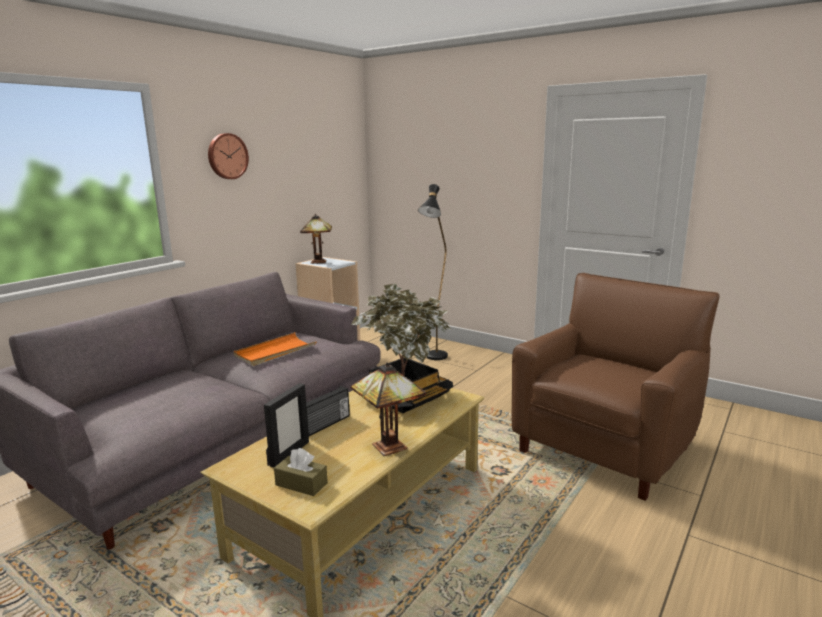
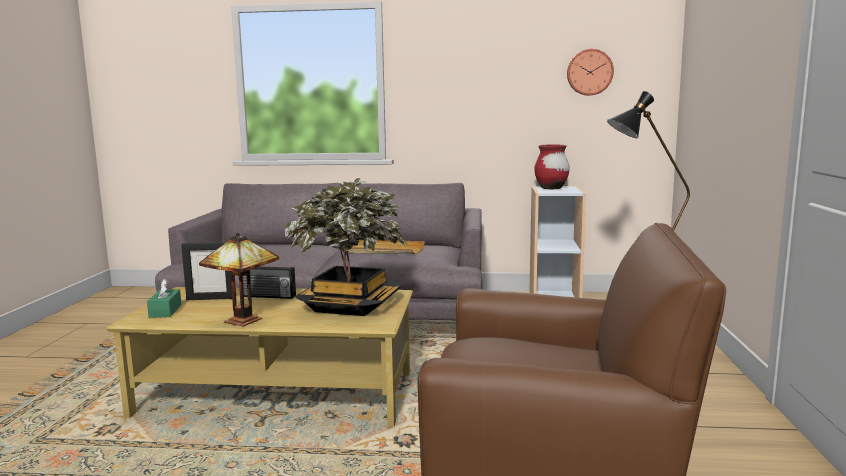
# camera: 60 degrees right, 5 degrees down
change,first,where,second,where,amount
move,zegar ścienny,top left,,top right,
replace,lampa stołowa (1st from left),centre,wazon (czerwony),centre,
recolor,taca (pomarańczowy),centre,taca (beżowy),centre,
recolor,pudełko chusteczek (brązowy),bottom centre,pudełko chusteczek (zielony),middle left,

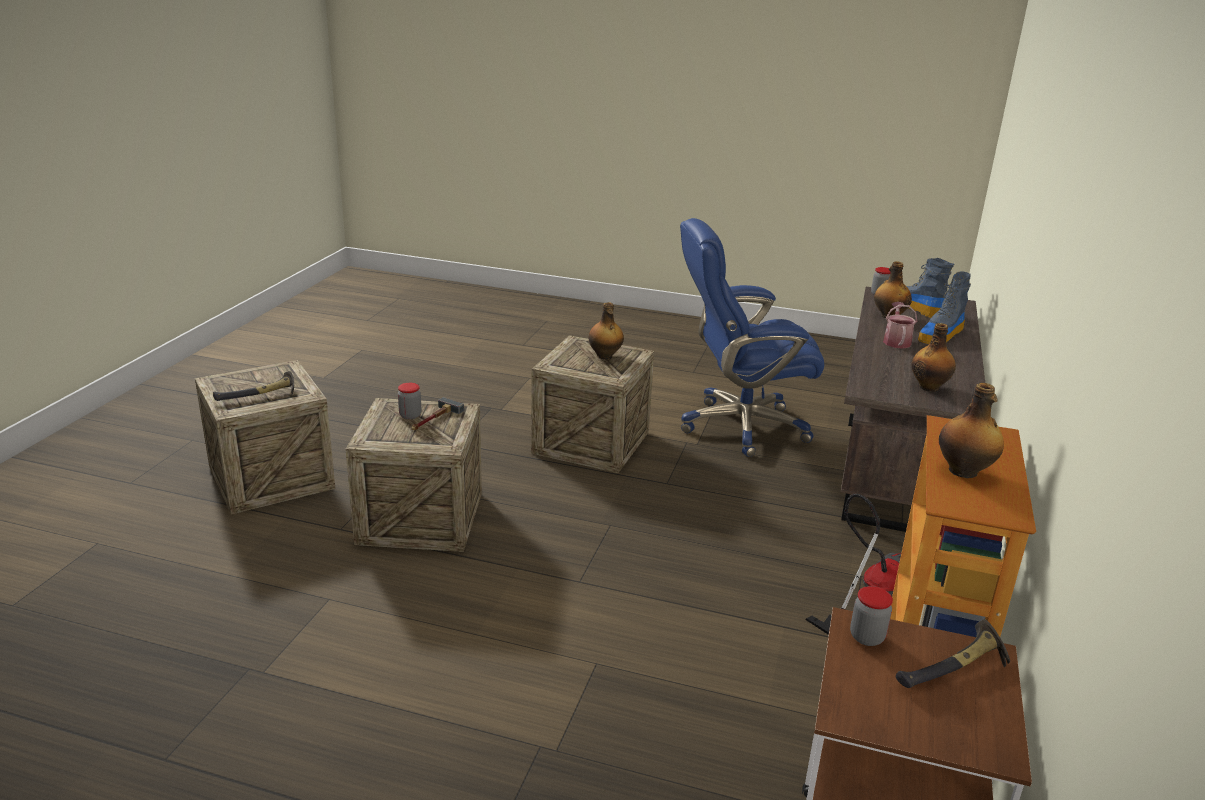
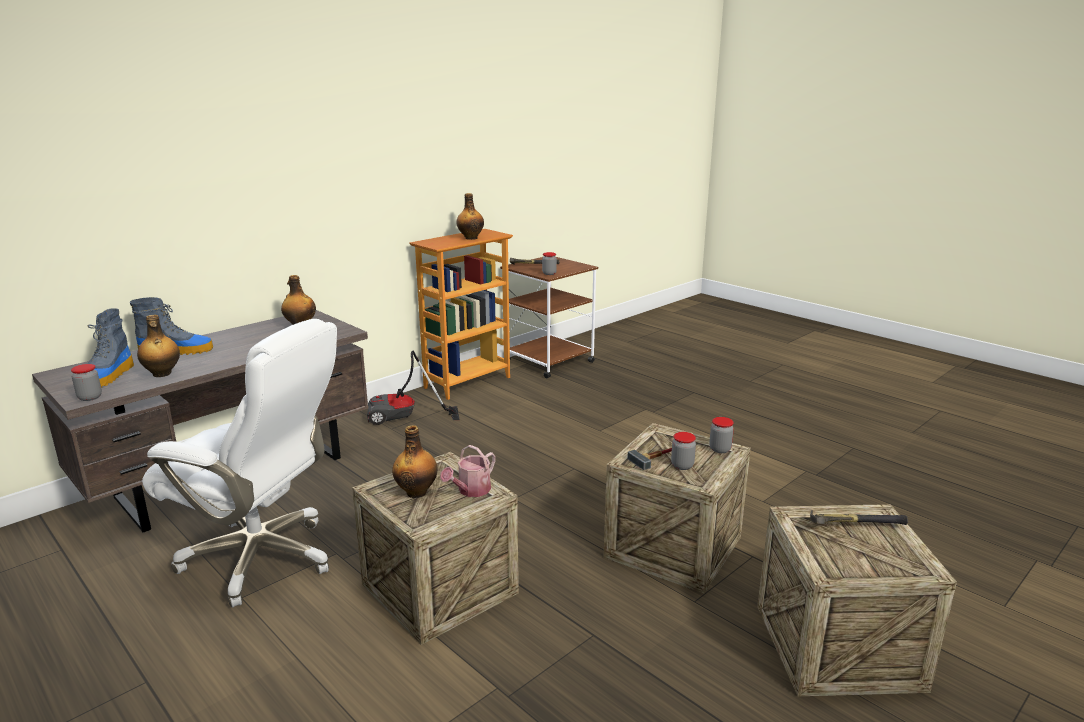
# camera: 150 degrees left, 5 degrees down
change,first,where,second,where,amount
insert,,,słoik (4th from left),centre,
move,konewka,middle right,,centre,
recolor,krzesło biurowe (niebieski),centre,krzesło biurowe (biały),middle left,

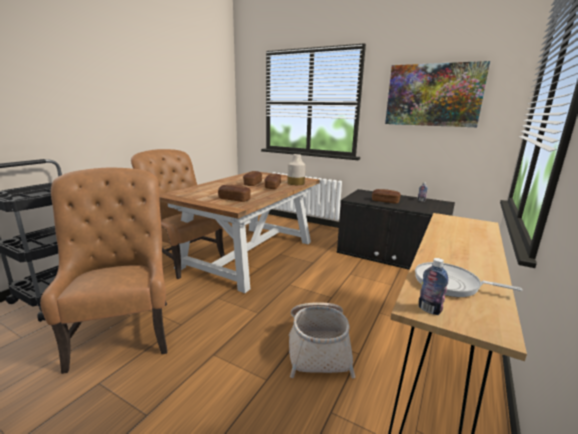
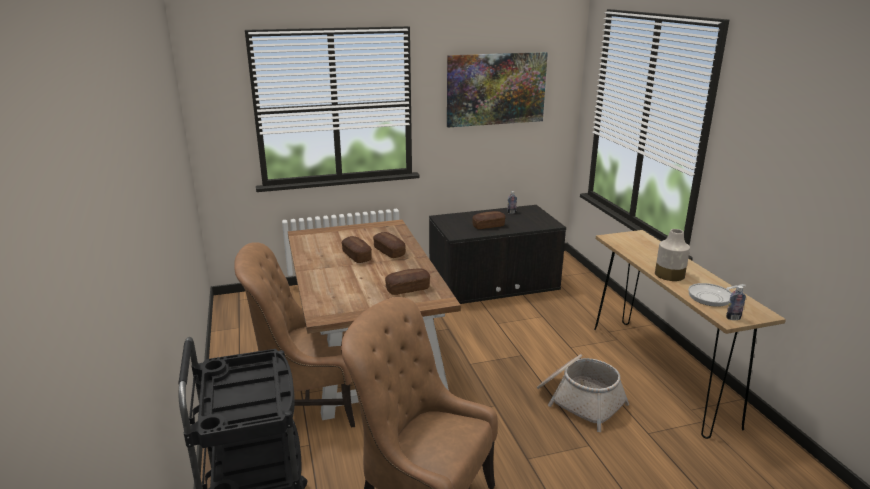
# camera: 45 degrees left, 5 degrees up
change,first,where,second,where,amount
move,wazon (beżowy),centre,,middle right,

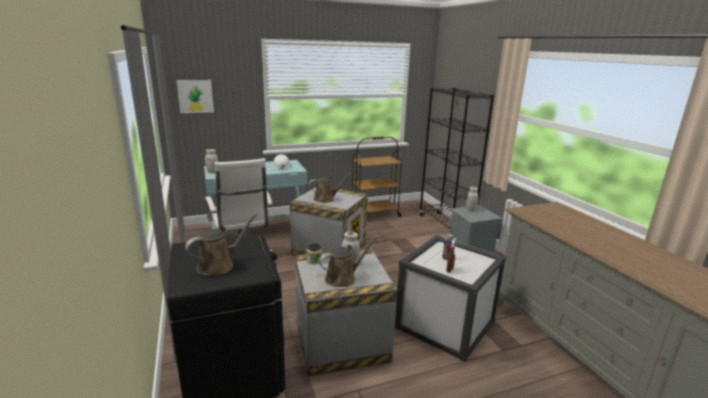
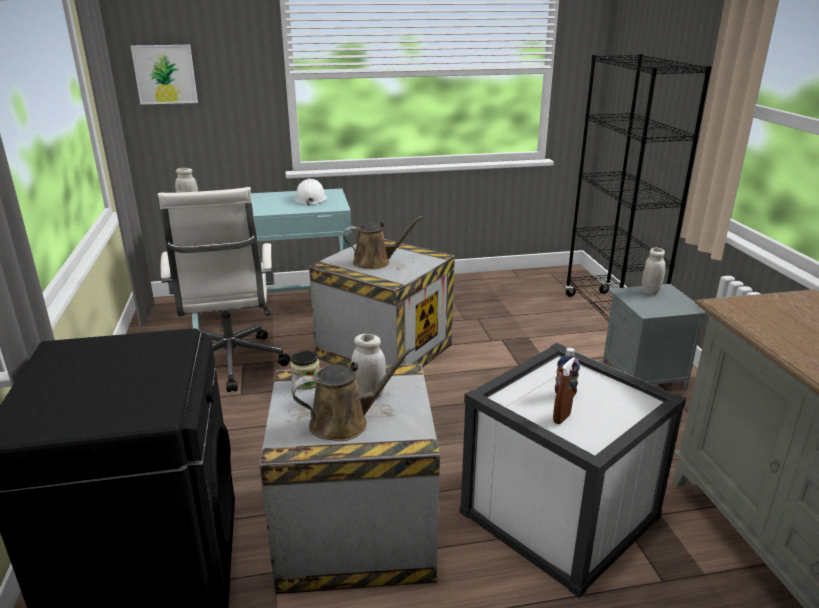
# camera: 10 degrees right, 5 degrees up
change,first,where,second,where,amount
delete,konewka (brązowy) (1st from left),middle left,,,
delete,wózek (brązowy),centre,,,

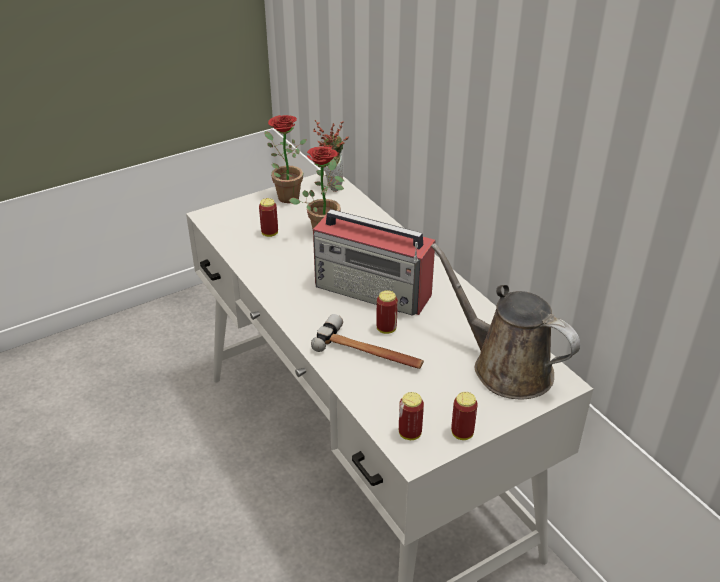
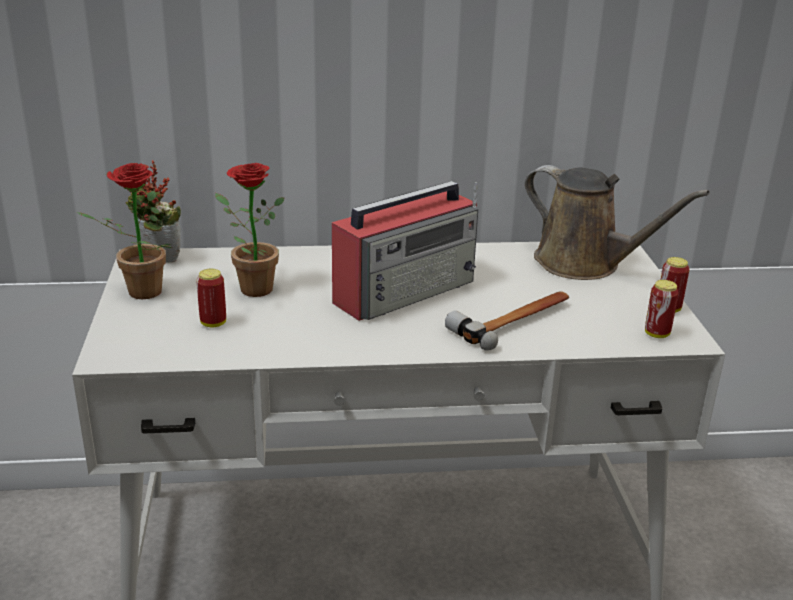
# camera: 65 degrees left, 10 degrees down
change,first,where,second,where,amount
delete,puszka (2nd from left),centre,,,
rotate,konewka (brązowy),middle right,,middle right,120 degrees counterclockwise

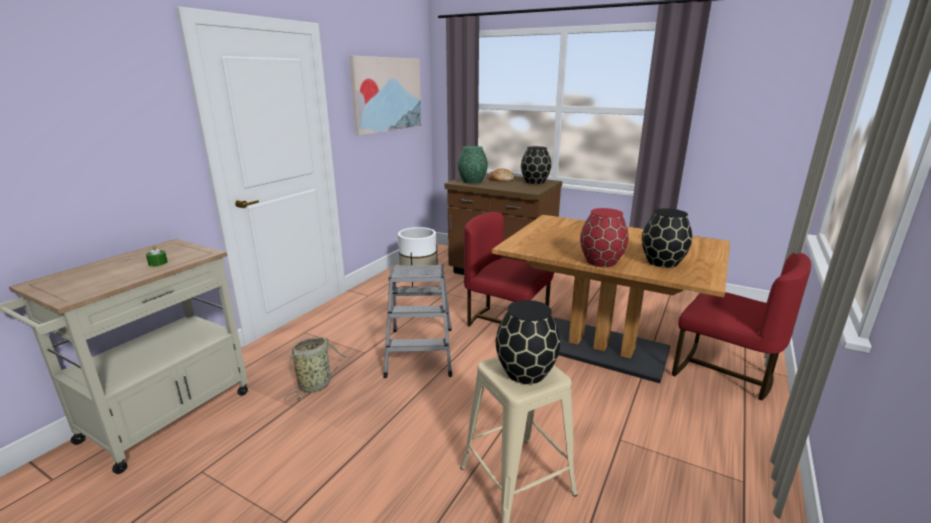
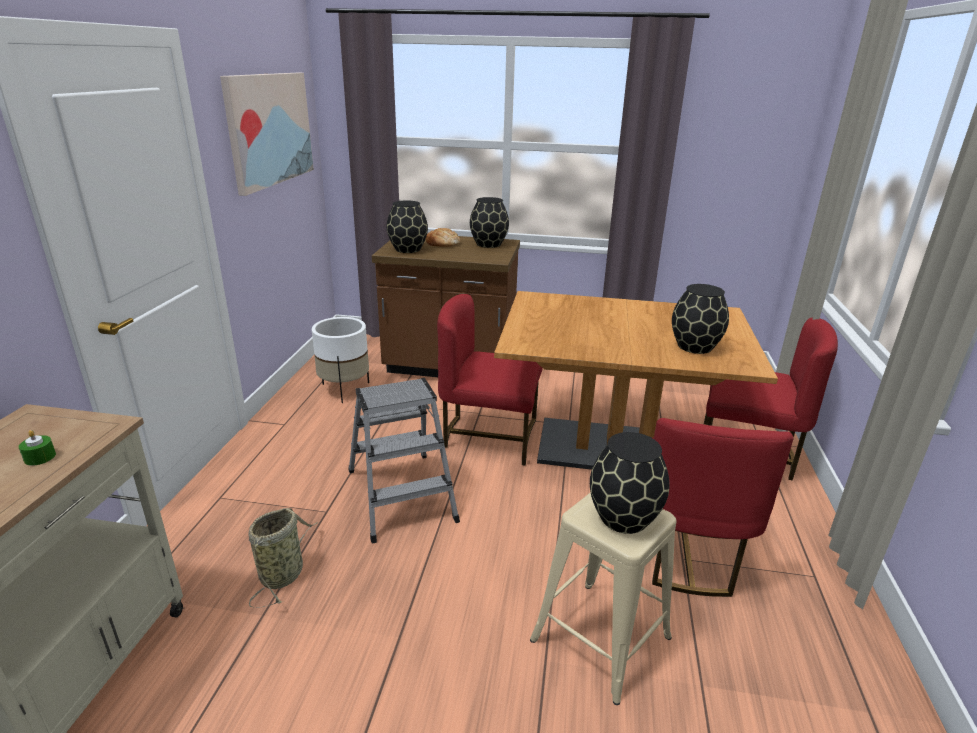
# camera: 20 degrees left, 5 degrees up
change,first,where,second,where,amount
delete,wazon (czerwony),centre,,,
insert,,,krzesło (czerwony) (2nd from left),bottom right,
recolor,wazon (zielony),top centre,wazon (czarny) (1st from left),top centre,

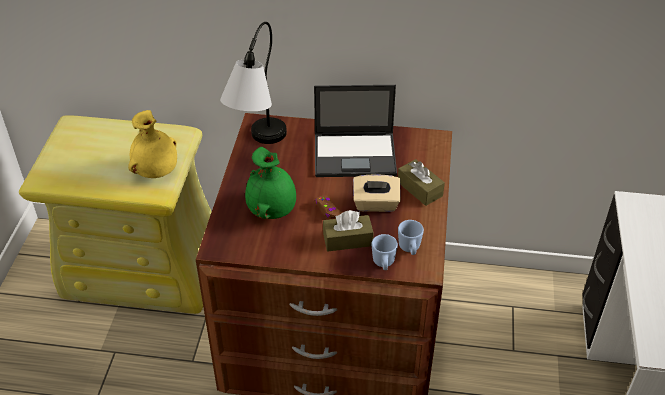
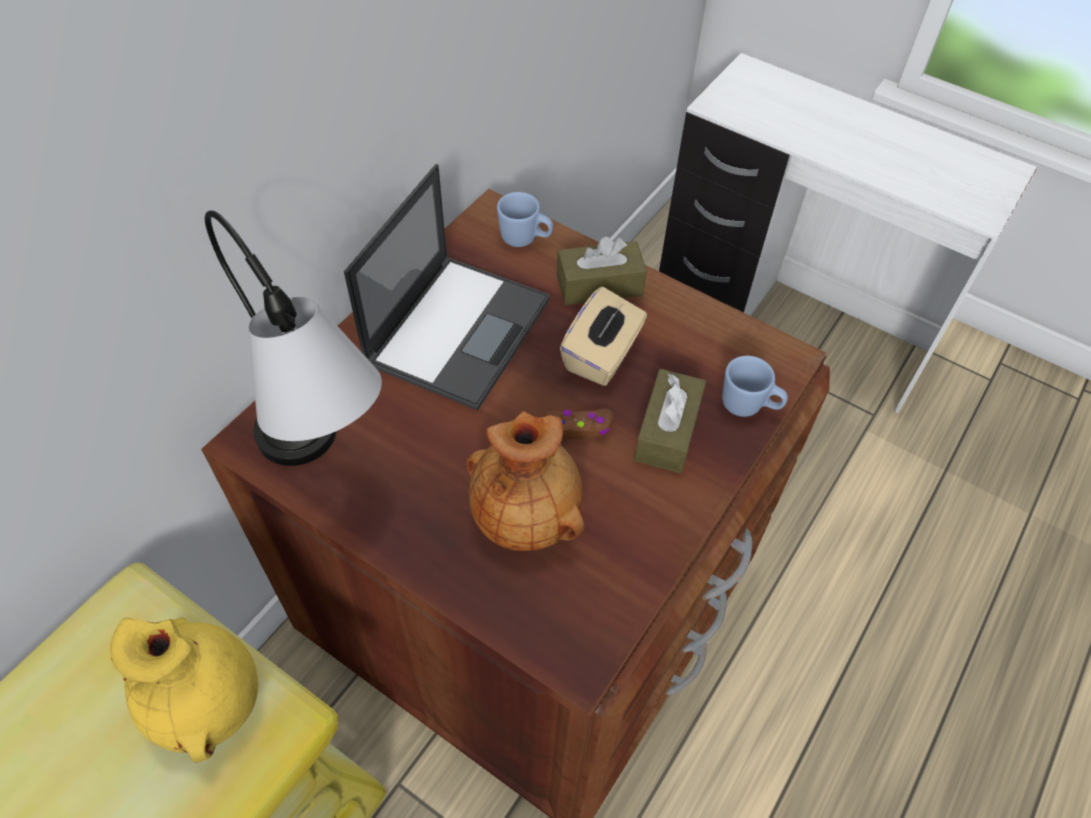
# camera: 65 degrees left, 10 degrees up
change,first,where,second,where,amount
move,kubek (niebieski) (2nd from left in the first image),centre,kubek (niebieski) (1st from left),top centre,
recolor,wazon (zielony),centre,wazon (brązowy),centre,

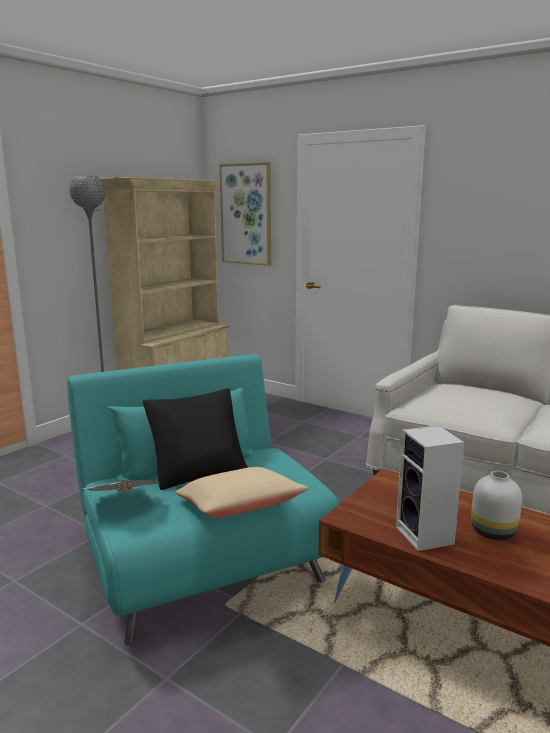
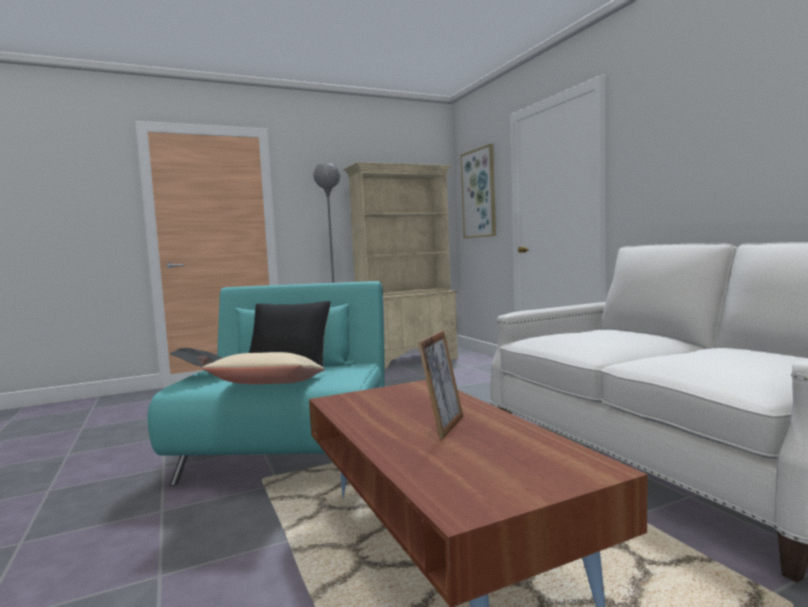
# camera: 30 degrees right, 10 degrees down
change,first,where,second,where,amount
delete,głośnik,middle right,,,
replace,wazon (biały),bottom right,ramka na zdjęcie,centre,

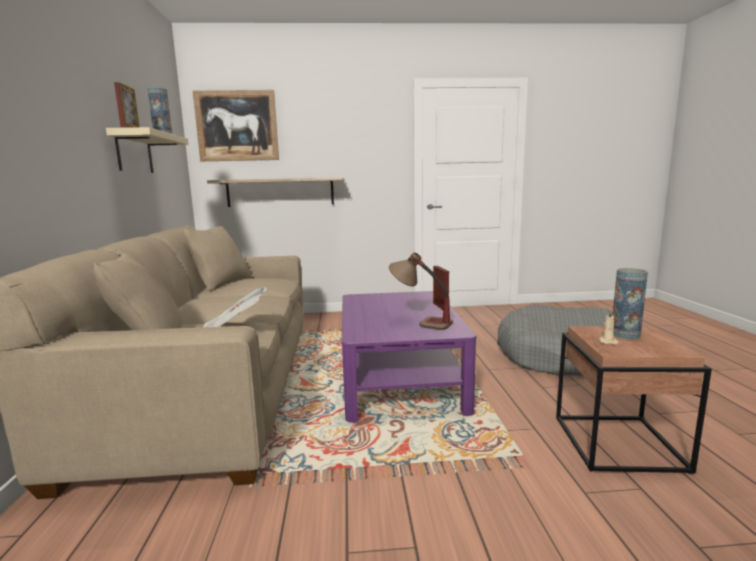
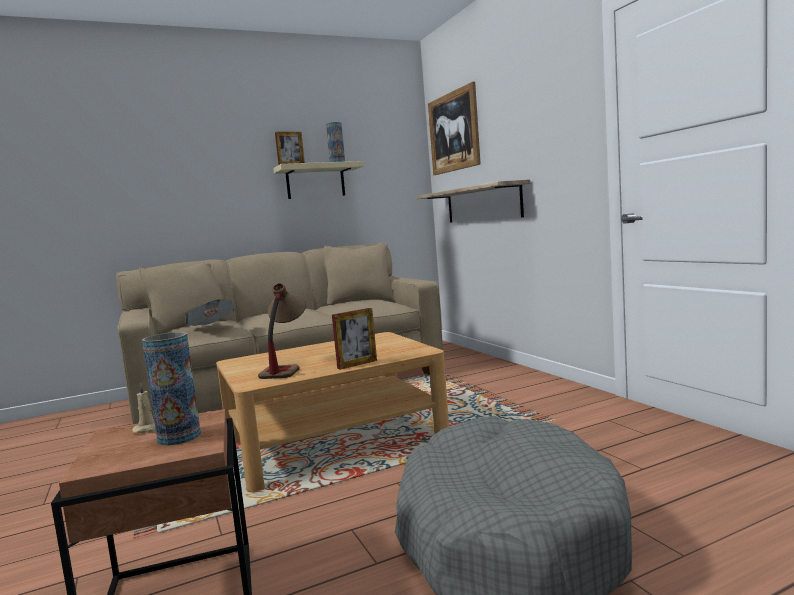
# camera: 70 degrees right, 5 degrees down
change,first,where,second,where,amount
recolor,ława (fioletowy),centre,ława (beżowy),bottom centre,

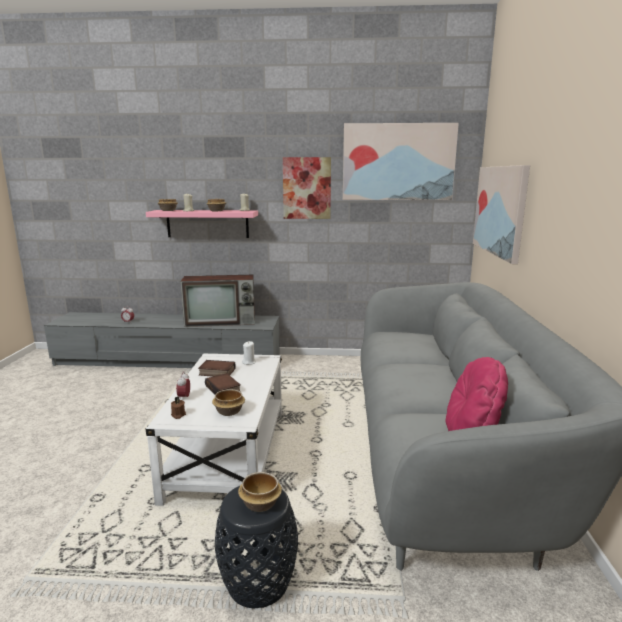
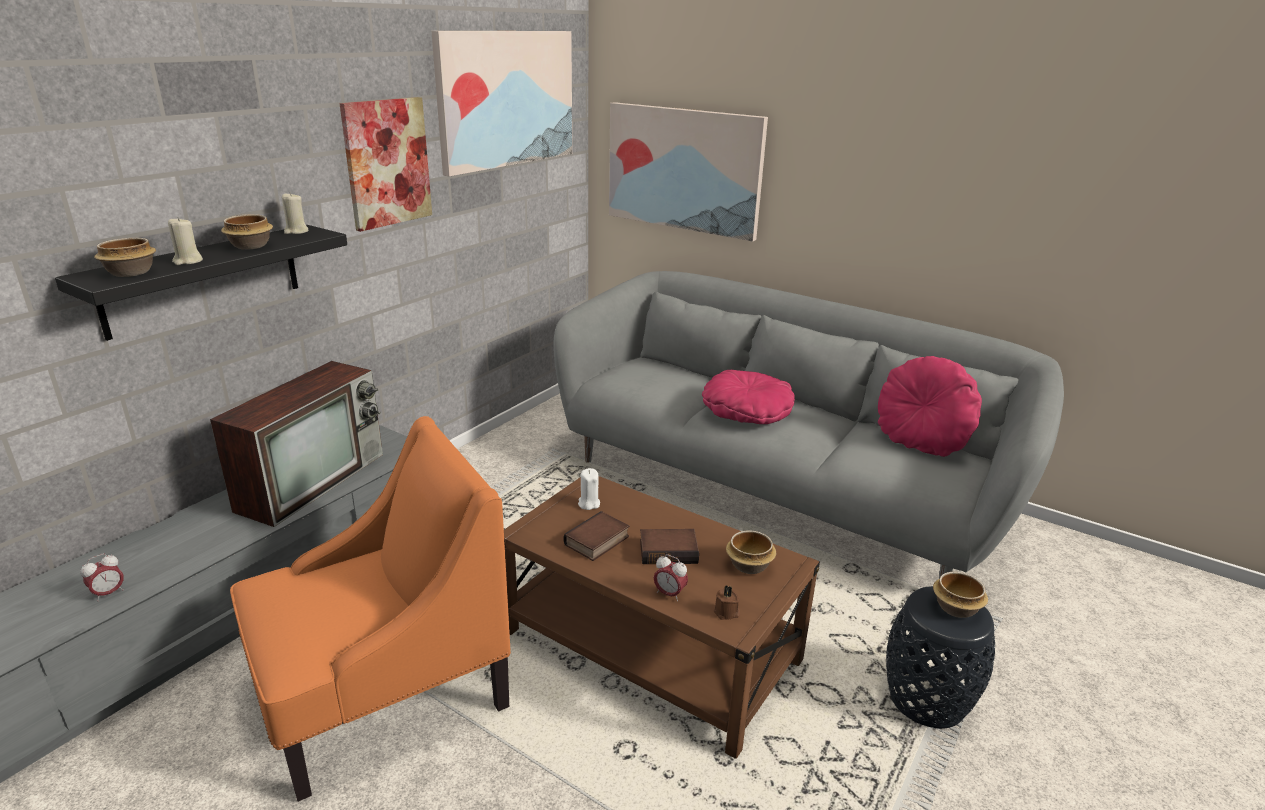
# camera: 60 degrees left, 10 degrees up
change,first,where,second,where,amount
insert,,,fotel (pomarańczowy),bottom left,
insert,,,poduszka (różowy) (1st from left),centre,
recolor,półka (różowy),middle left,półka (czarny),middle left,
recolor,ława (biały),bottom centre,ława (brązowy),bottom centre,

